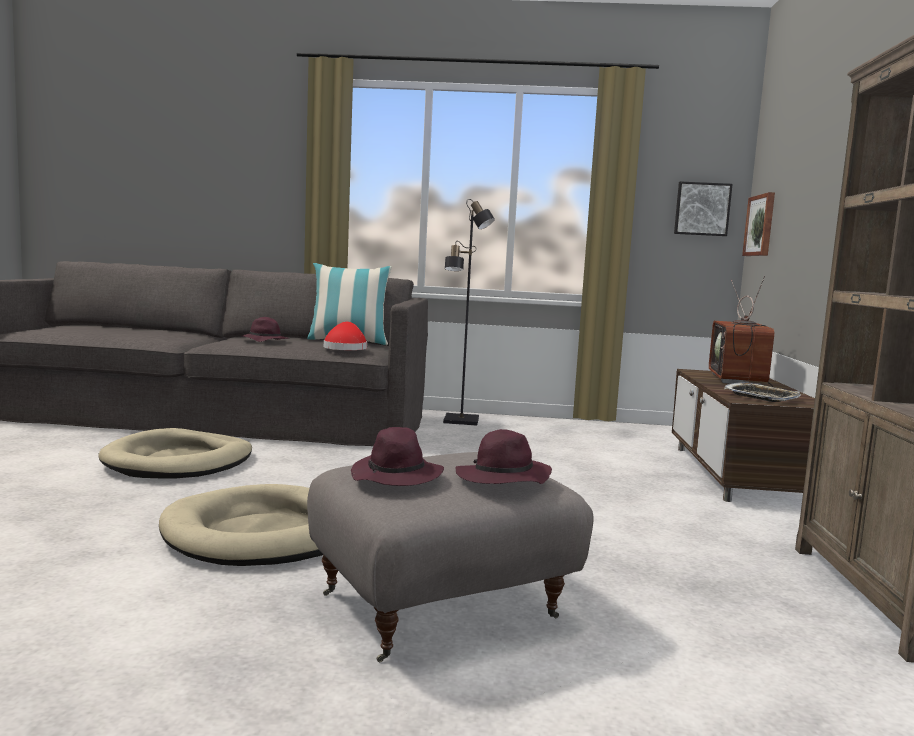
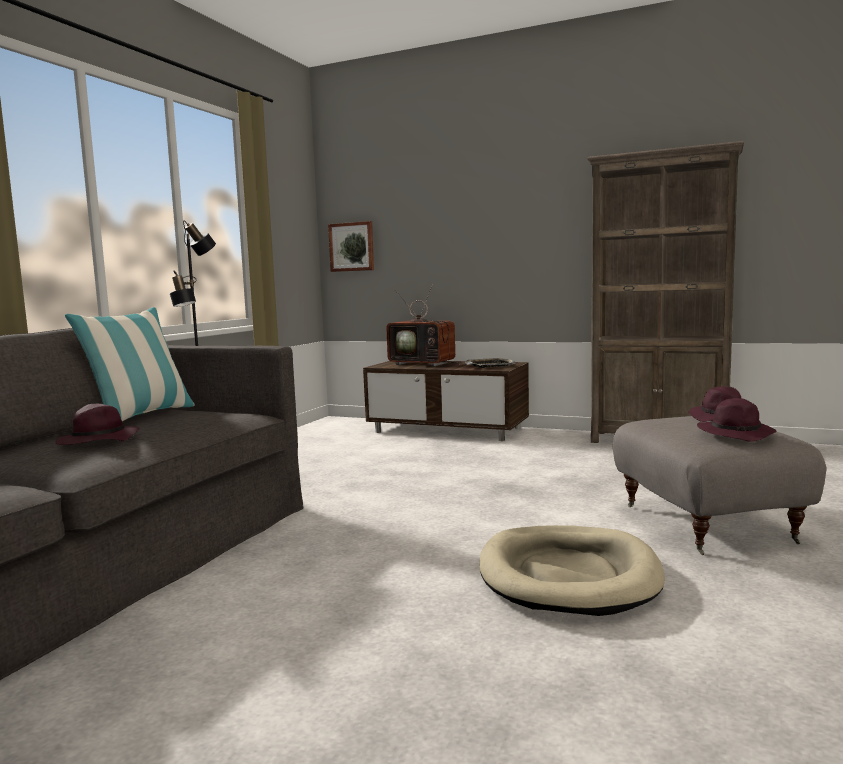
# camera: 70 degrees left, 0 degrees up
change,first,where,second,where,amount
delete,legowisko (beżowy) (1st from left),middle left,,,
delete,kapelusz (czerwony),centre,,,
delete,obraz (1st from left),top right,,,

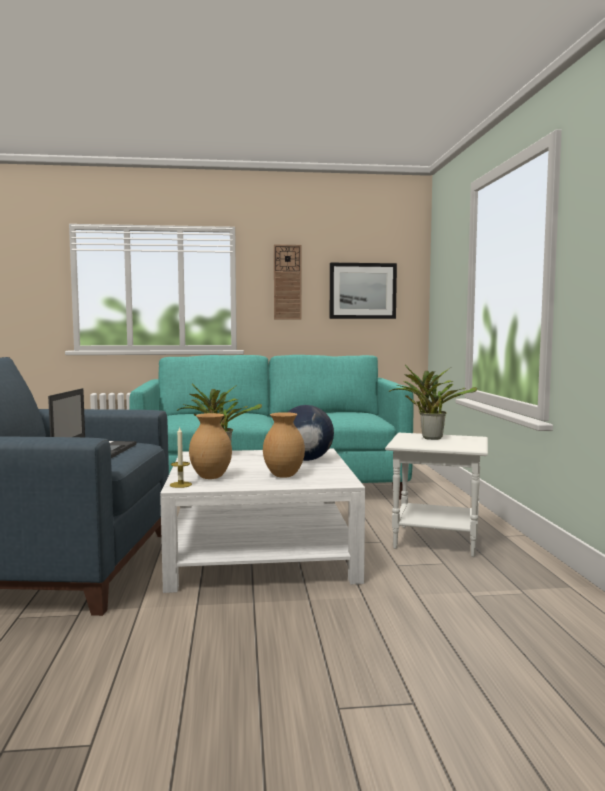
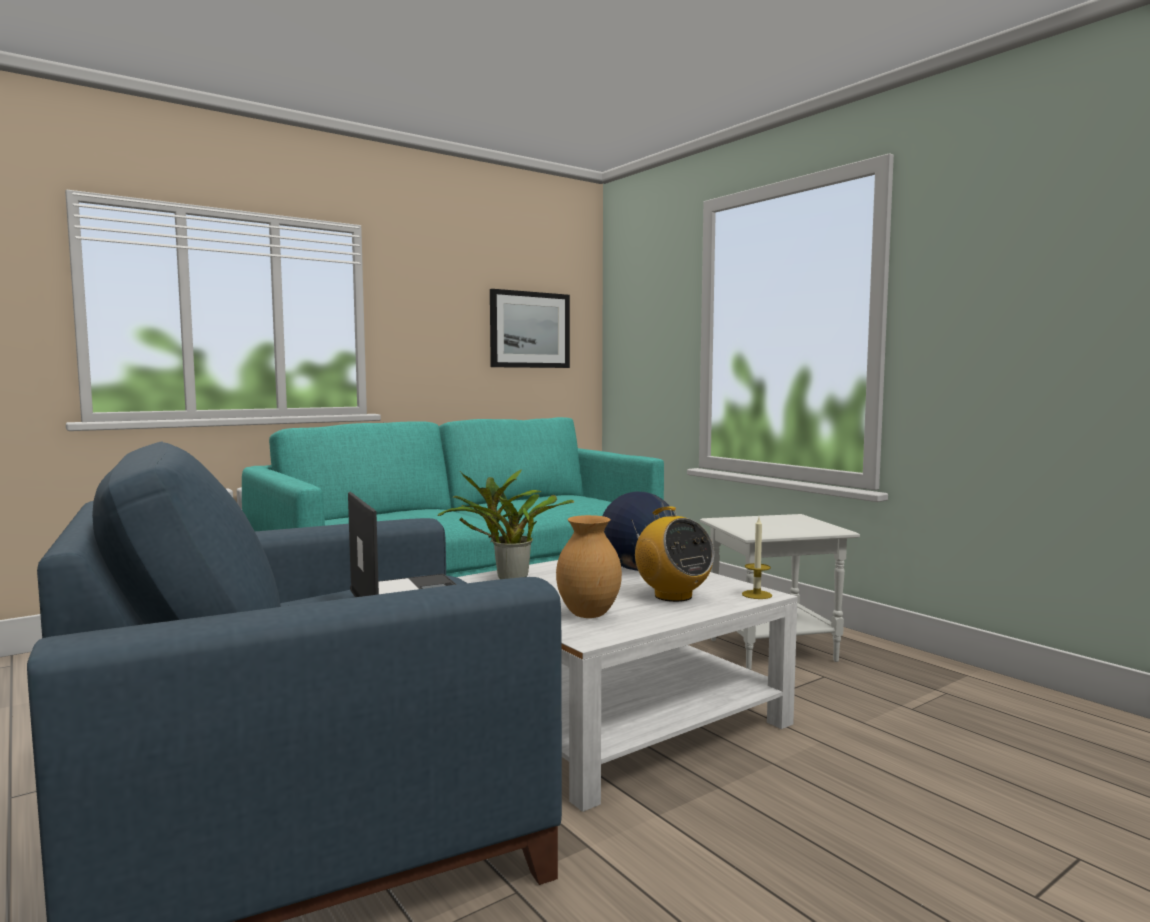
# camera: 30 degrees left, 0 degrees up
change,first,where,second,where,amount
delete,zegar ścienny,centre,,,
delete,roślina doniczkowa (2nd from left),middle right,,,
move,świeca,middle left,,centre,
replace,wazon (brązowy) (2nd from left),centre,radio,centre,

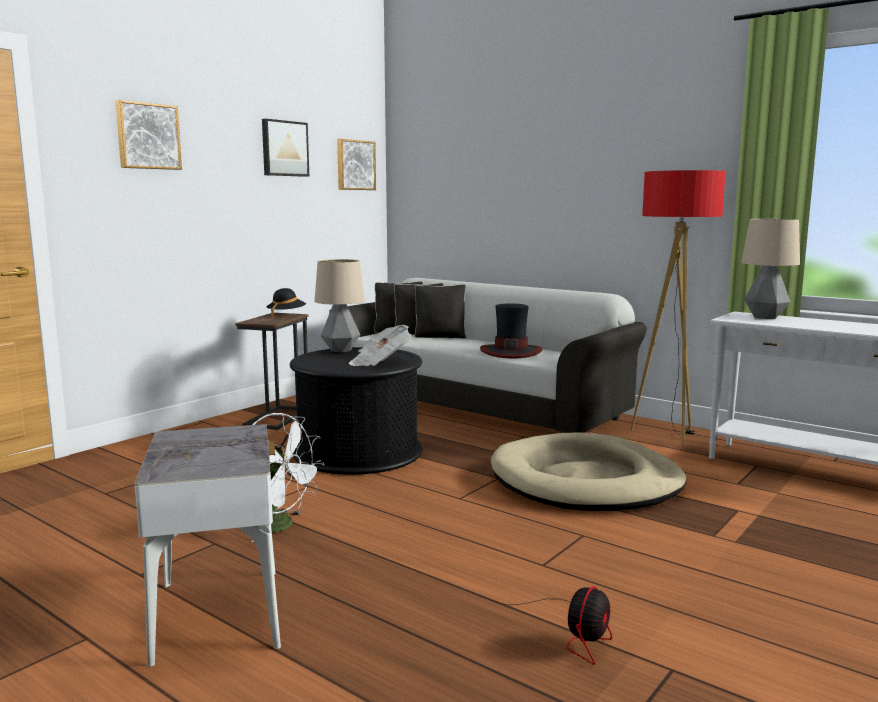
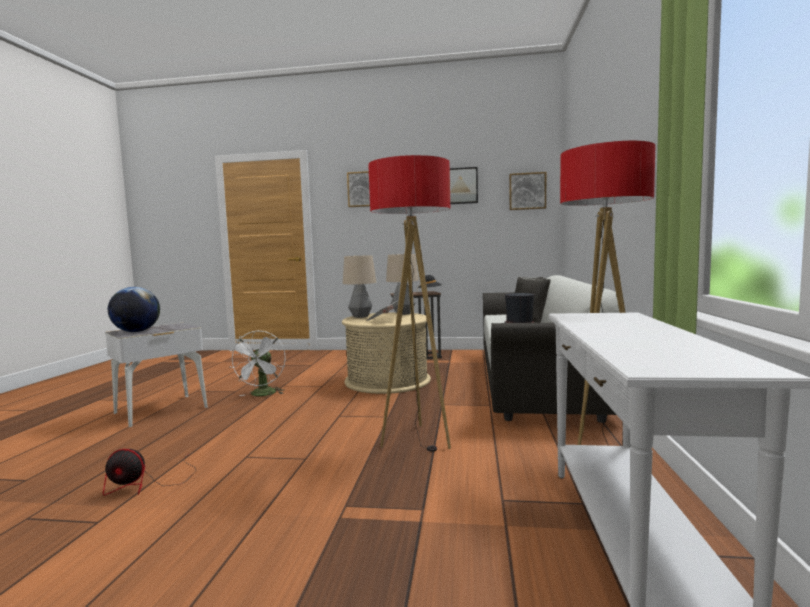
# camera: 60 degrees right, 5 degrees down
change,first,where,second,where,amount
insert,,,globus,middle left,
move,lampa stołowa (2nd from left in the first image),middle right,lampa stołowa (1st from left),centre,
replace,legowisko (beżowy),bottom right,lampa stojąca (1st from left),centre,
recolor,ława (czarny),centre,ława (beżowy),centre,

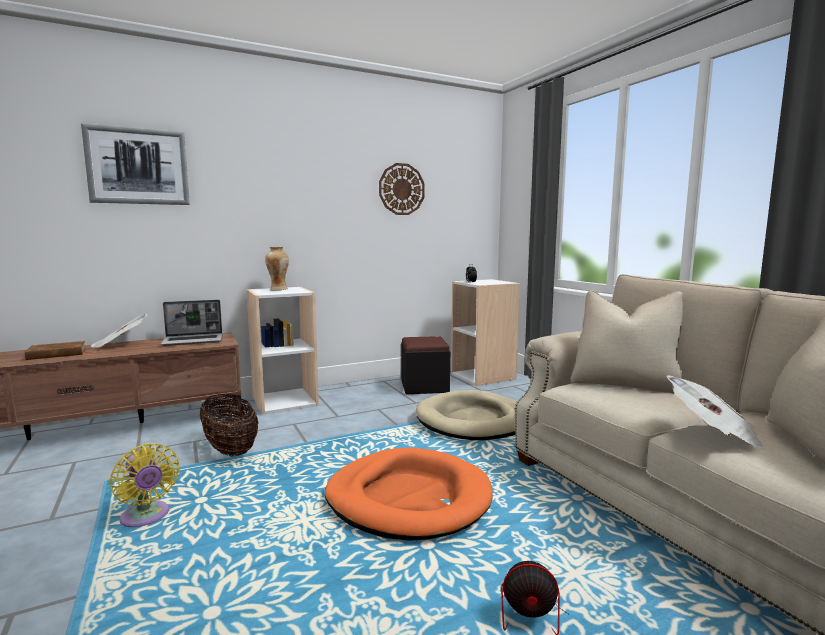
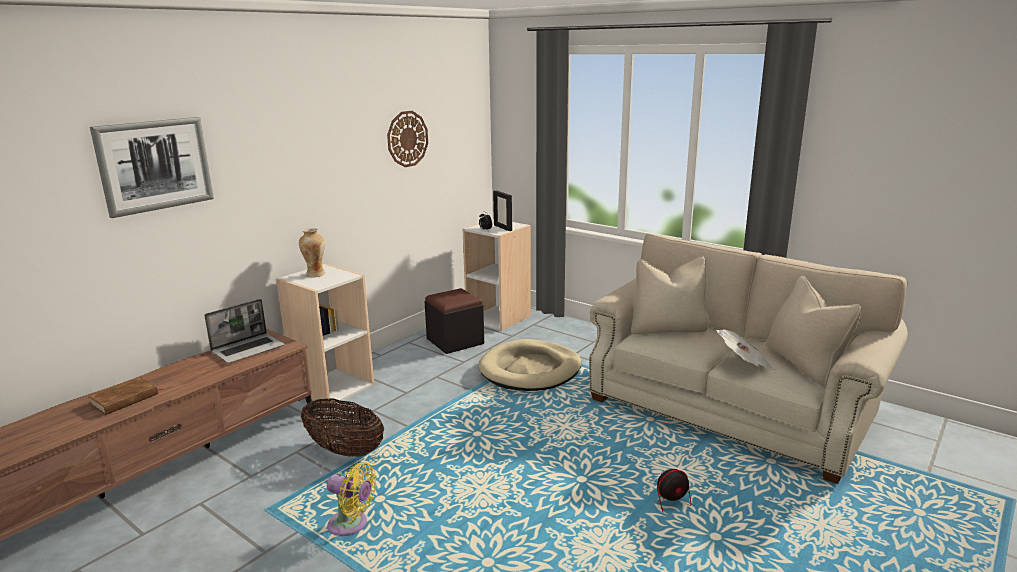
# camera: 25 degrees left, 10 degrees up
change,first,where,second,where,amount
delete,gazeta (1st from left),middle left,,,
delete,legowisko (pomarańczowy),bottom centre,,,
insert,,,ramka na zdjęcie,centre,

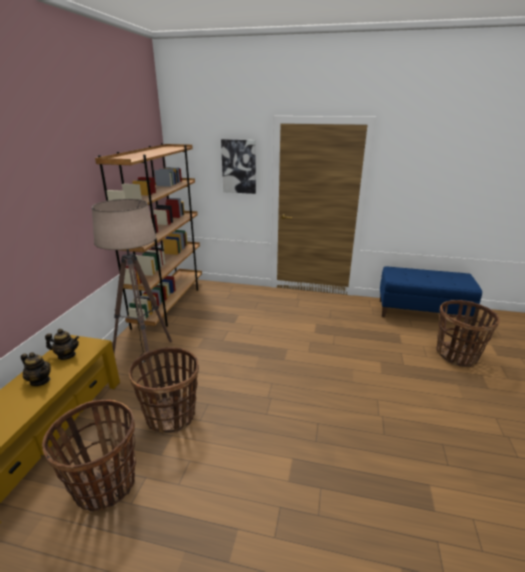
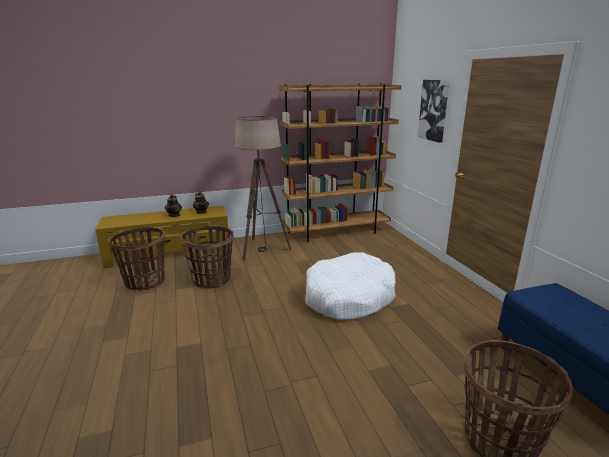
# camera: 60 degrees right, 5 degrees down
change,first,where,second,where,amount
insert,,,legowisko (biały),centre,

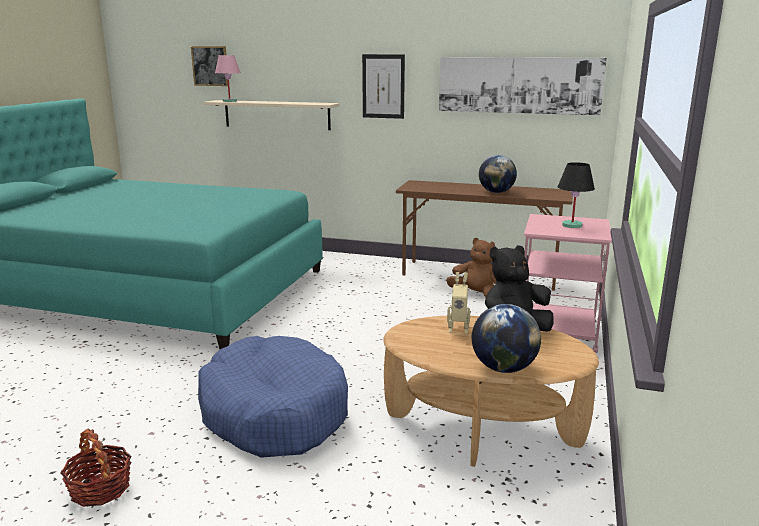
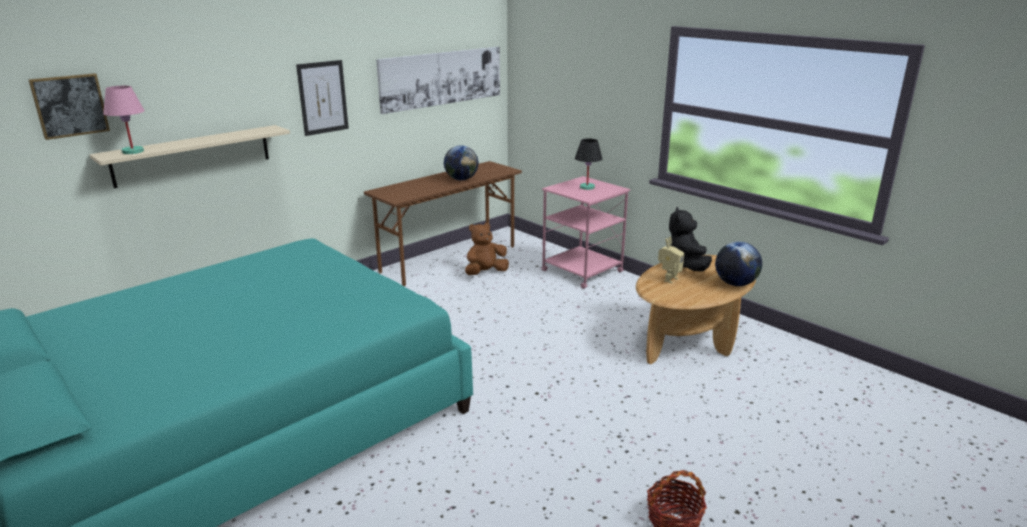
# camera: 60 degrees left, 5 degrees up
change,first,where,second,where,amount
delete,legowisko (niebieski),bottom centre,,,

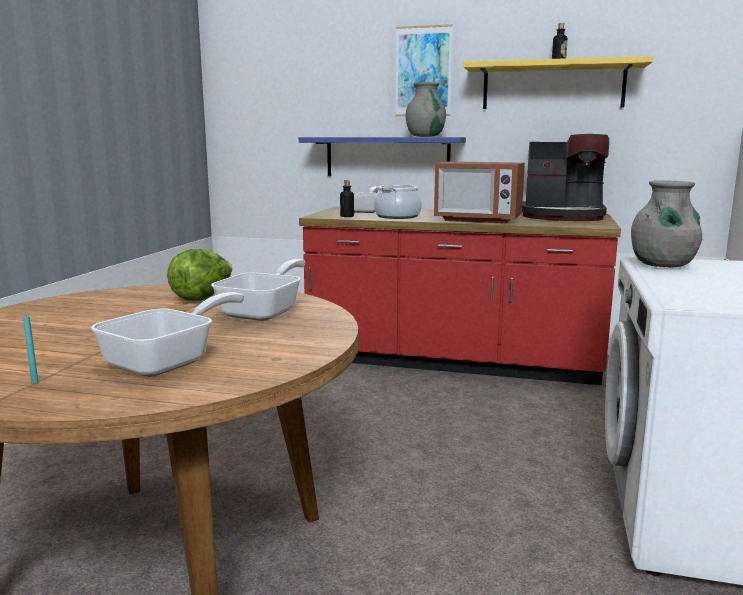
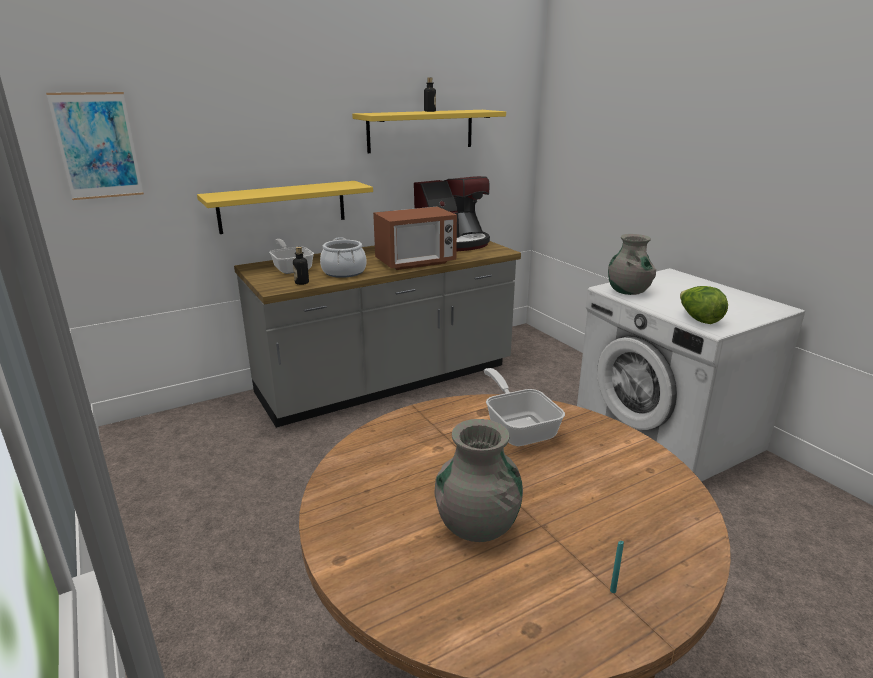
# camera: 45 degrees left, 10 degrees up
change,first,where,second,where,amount
delete,patelnia (1st from left),middle left,,,
move,sałata,middle left,,middle right,
move,obraz,top centre,,top left,
move,wazon (szary) (1st from left),top centre,,bottom centre,
recolor,półka (niebieski),top centre,półka (żółty) (1st from left),top left,
recolor,zabudowa kuchenna (czerwony),centre,zabudowa kuchenna (szary),centre,

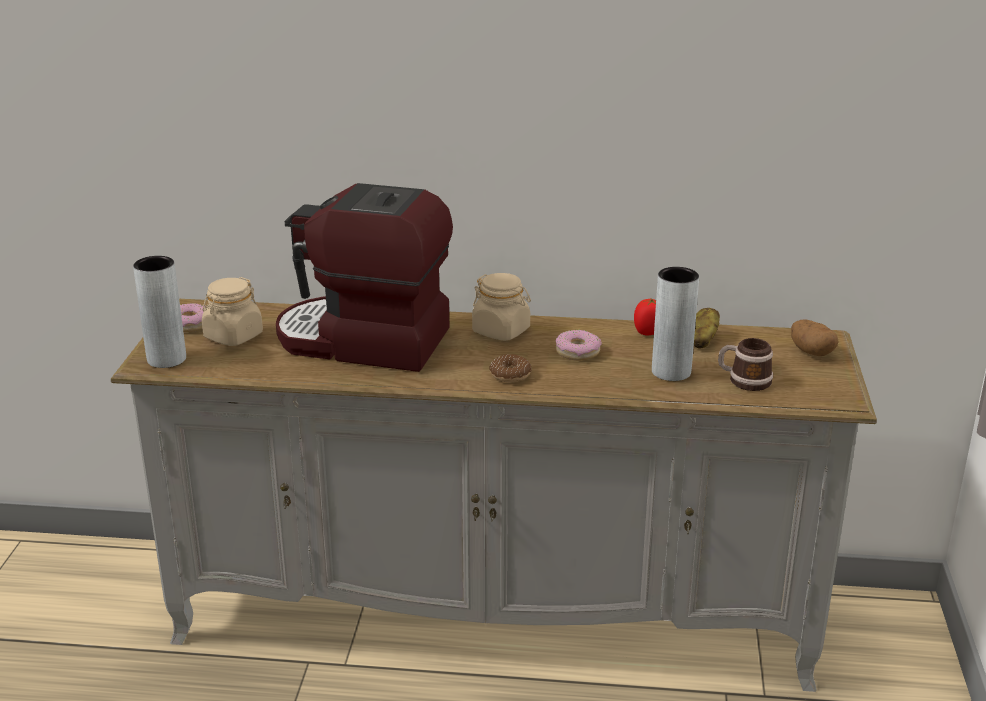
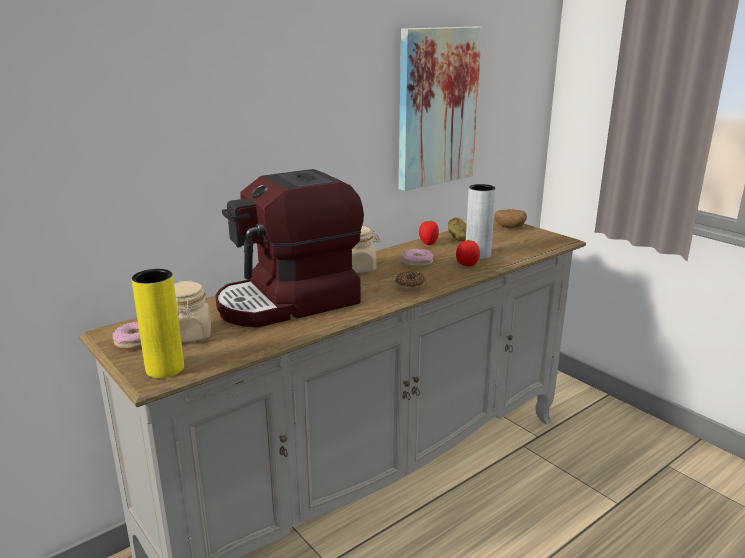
# camera: 45 degrees left, 5 degrees down
change,first,where,second,where,amount
delete,kubek,middle right,,,
insert,,,obraz,top centre,
insert,,,pomidor (2nd from left),centre,
recolor,wazon (szary) (1st from left),middle left,wazon (żółty),middle left,

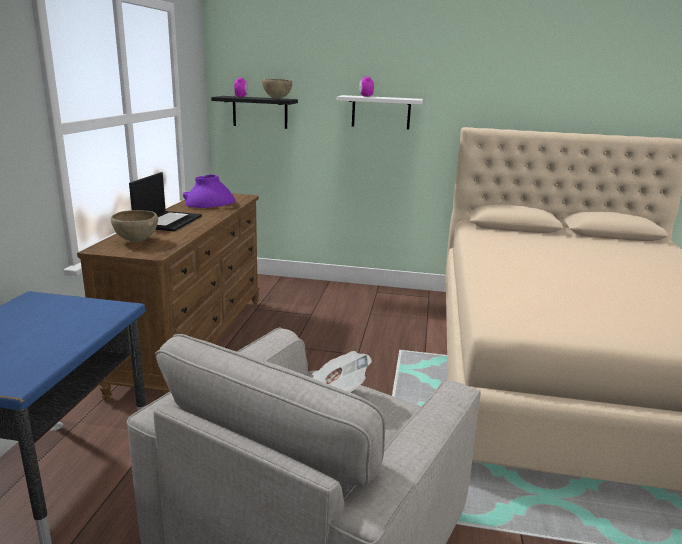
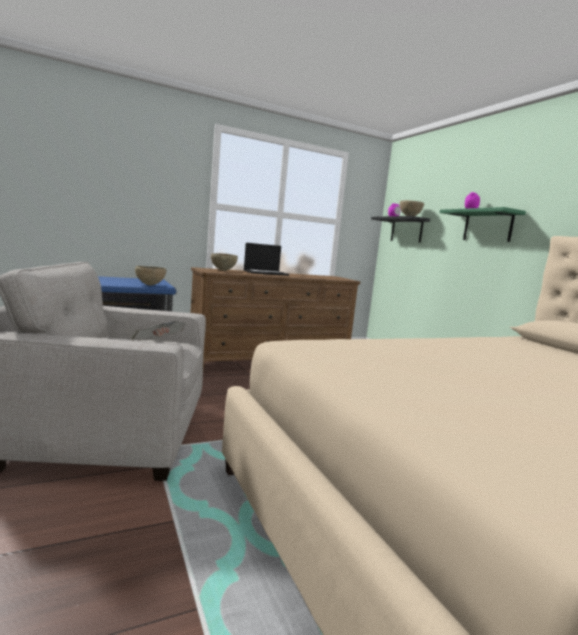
# camera: 55 degrees right, 10 degrees down
change,first,where,second,where,amount
delete,wazon (fioletowy),middle left,,,
insert,,,miska (brązowy) (1st from left),middle left,
recolor,półka (biały),top centre,półka (zielony),middle right,

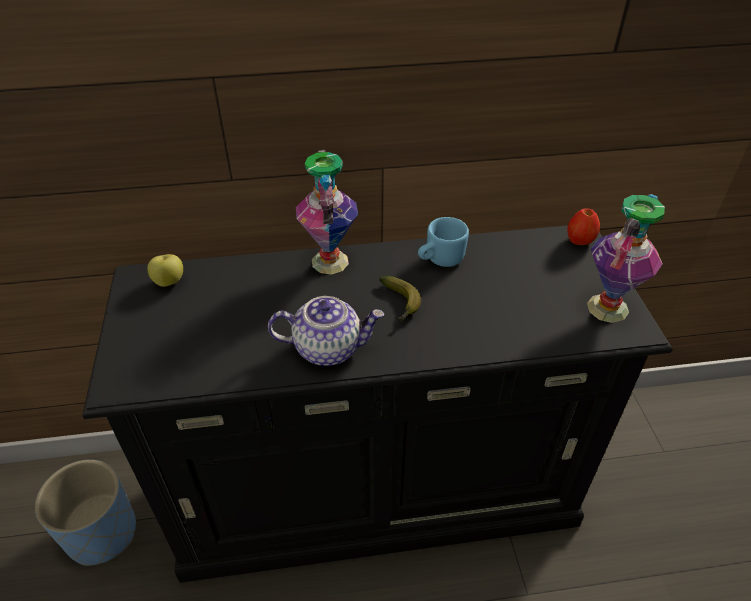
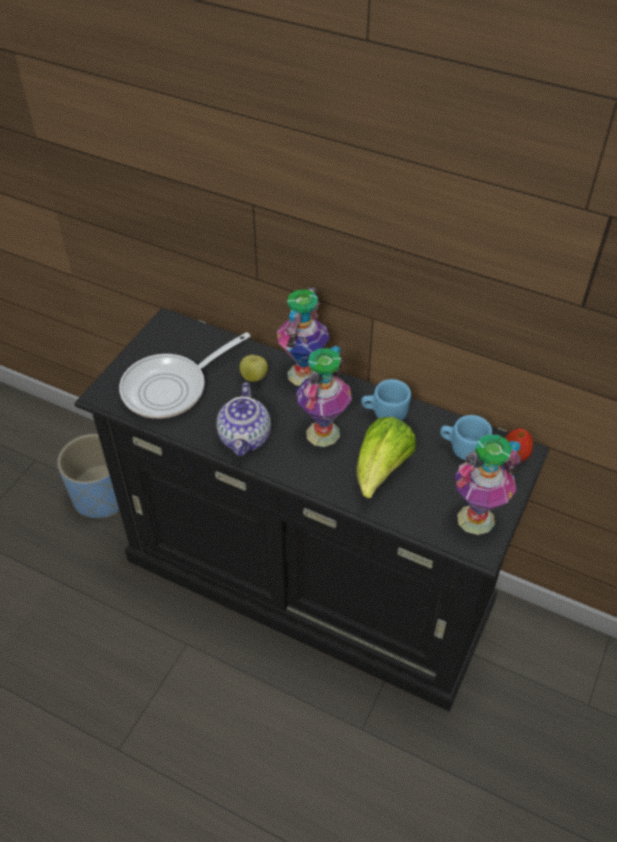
# camera: 35 degrees right, 5 degrees up
change,first,where,second,where,amount
insert,,,patelnia,middle left,
insert,,,sałata,centre,
insert,,,kubek (niebieski) (2nd from left),middle right,
move,jabłko (1st from left),middle left,,centre,
replace,banan,centre,wazon (2nd from left),centre,
rotate,imbryk,centre,,centre,60 degrees clockwise

